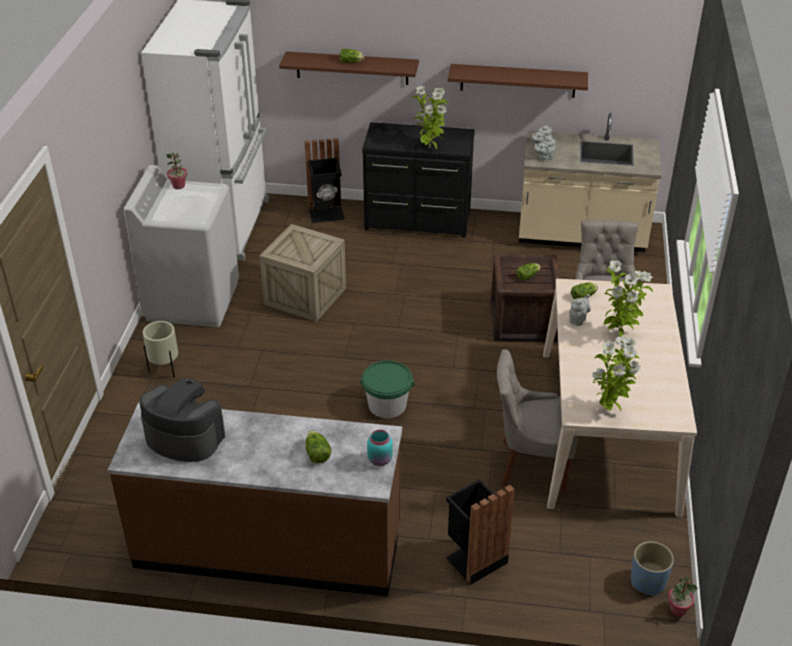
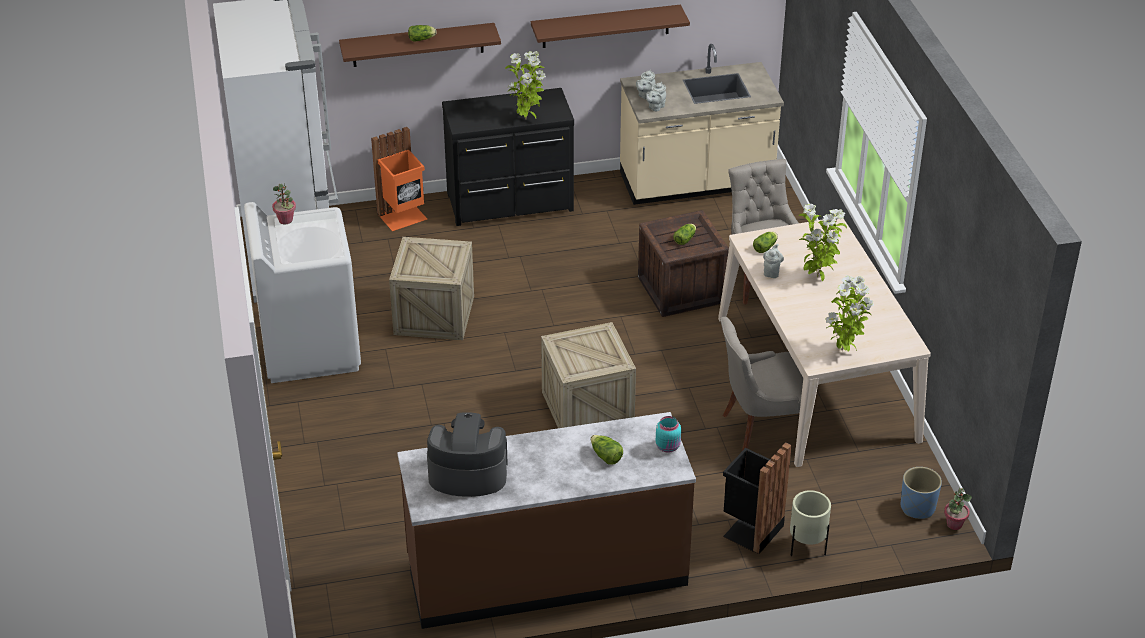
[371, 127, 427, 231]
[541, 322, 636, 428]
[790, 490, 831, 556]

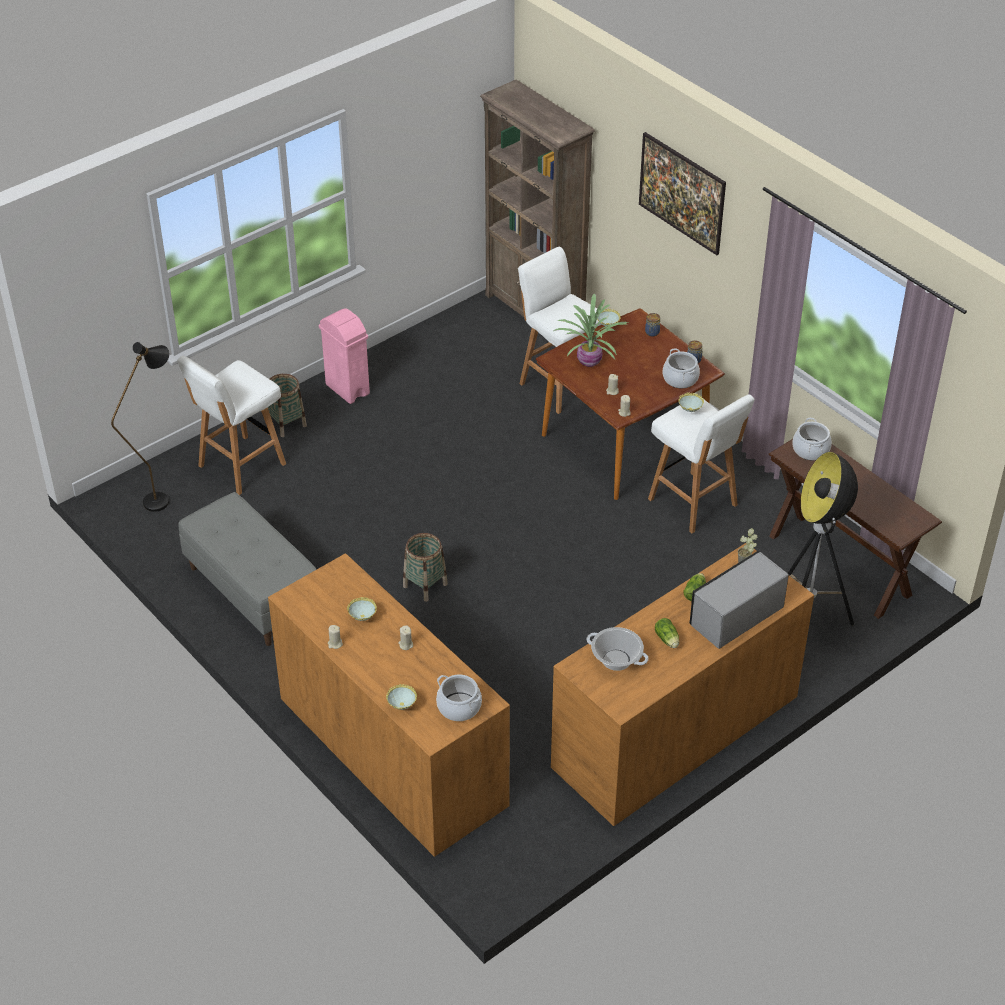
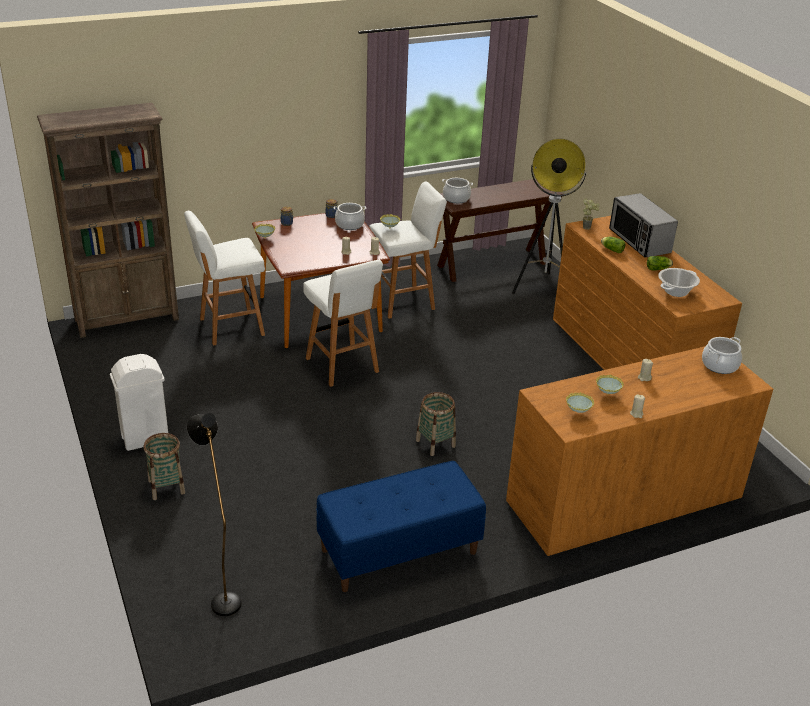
[110, 354, 168, 451]
[303, 260, 383, 387]
[316, 461, 486, 592]
[566, 392, 594, 413]
[554, 293, 628, 367] (first image)
[639, 132, 726, 255] (first image)

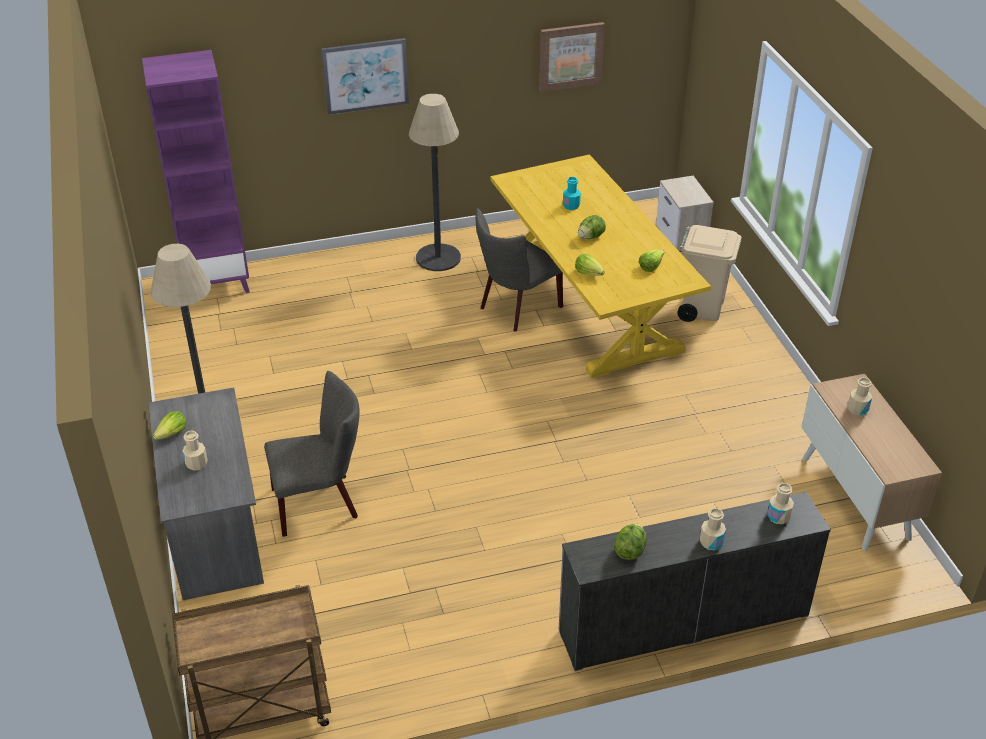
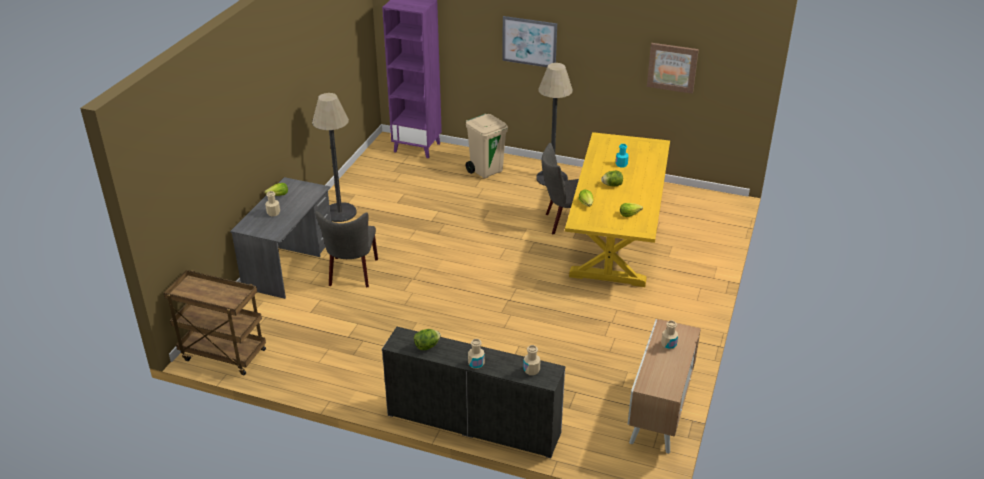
[315, 211, 378, 288]
[466, 114, 508, 178]
[656, 176, 714, 252] (first image)

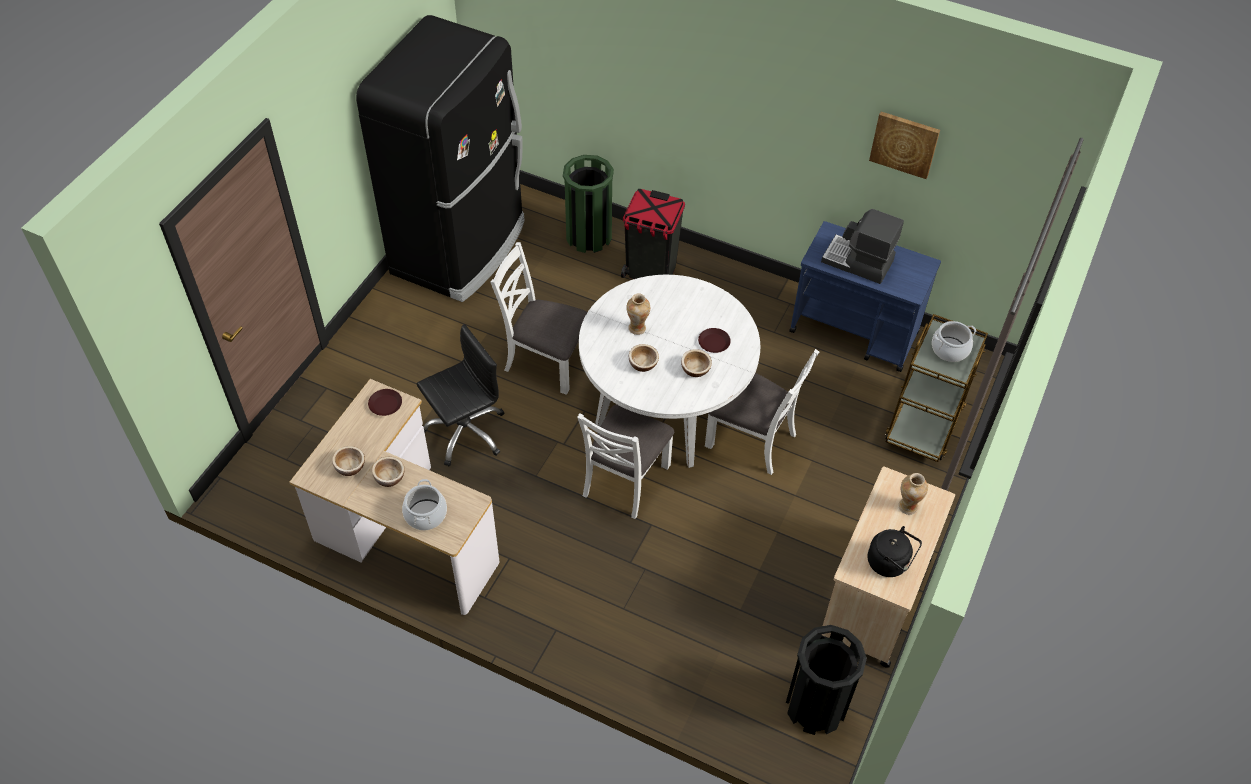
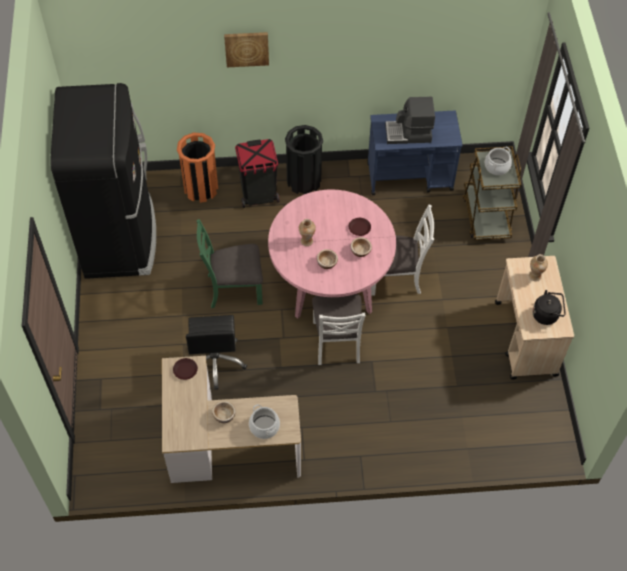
[177, 132, 218, 203]
[186, 315, 247, 390]
[197, 219, 263, 308]
[224, 32, 269, 67]
[268, 190, 396, 319]
[285, 125, 323, 194]
[332, 446, 365, 476] (first image)

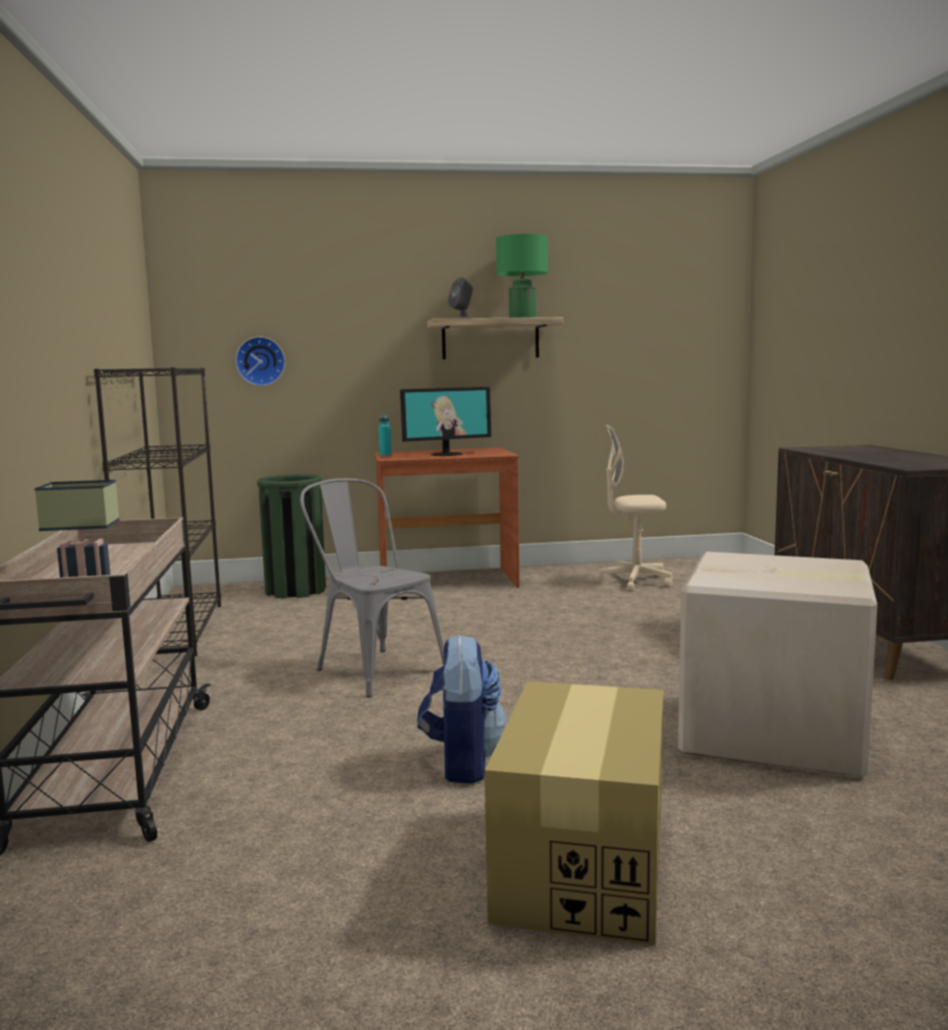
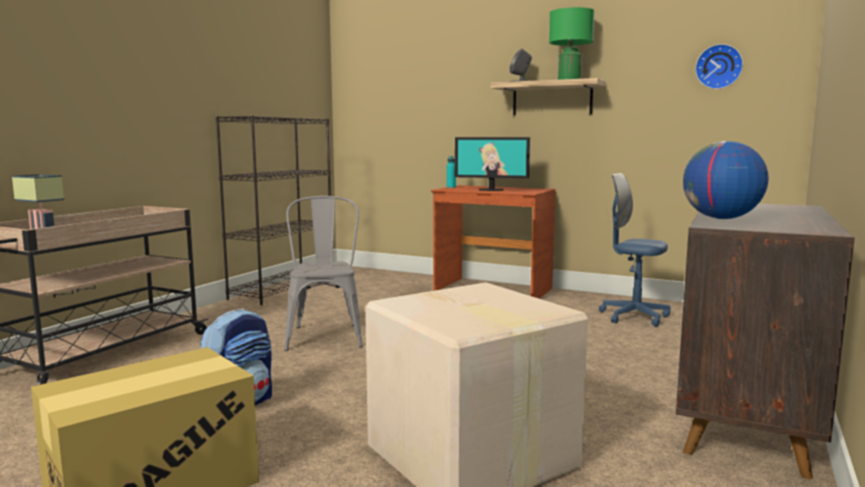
[599, 173, 671, 327]
[683, 141, 768, 219]
[695, 44, 743, 89]
[257, 474, 326, 599] (first image)

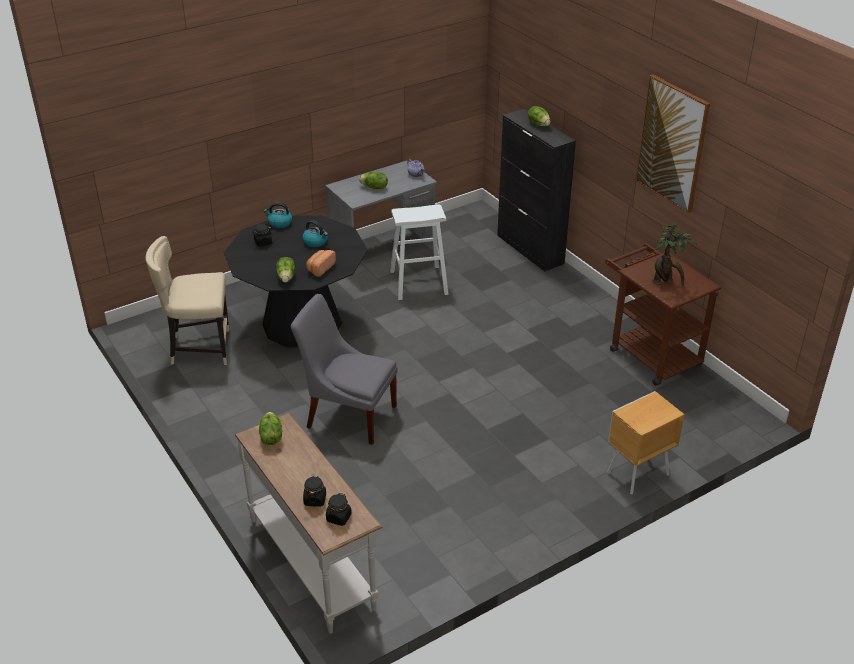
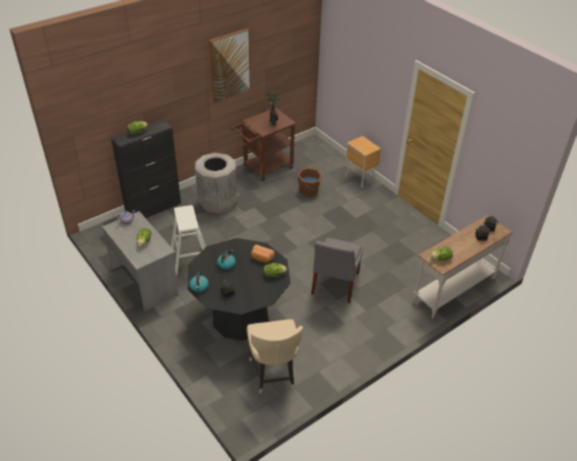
[195, 153, 237, 214]
[298, 167, 322, 197]

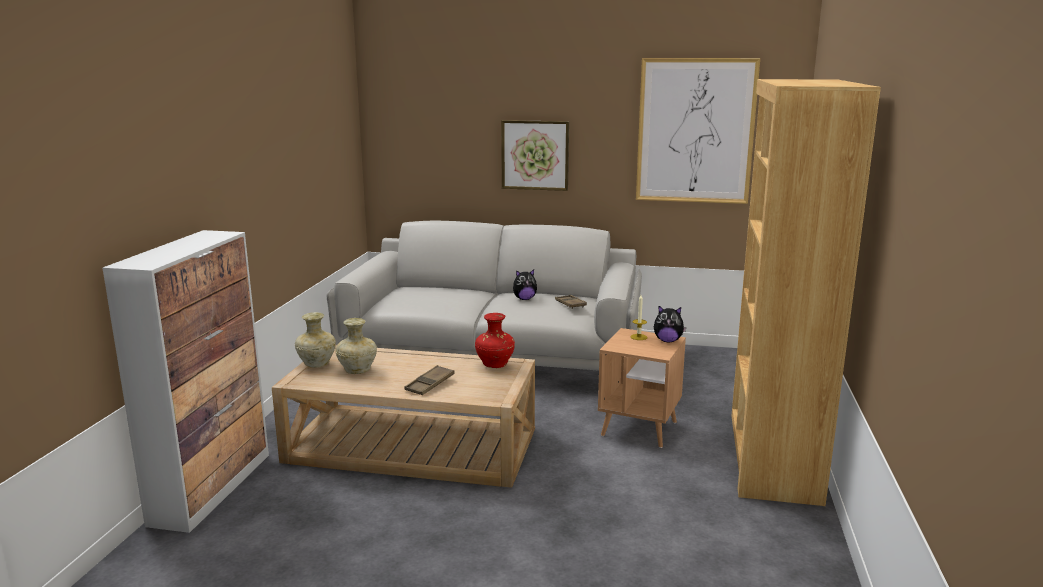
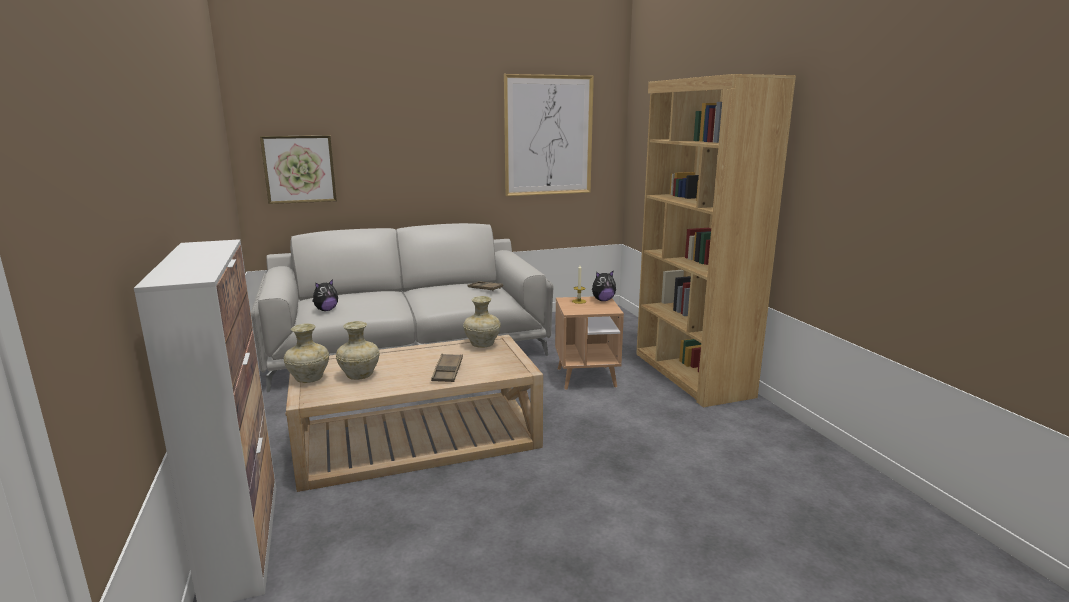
[260, 135, 337, 204]
[312, 279, 338, 311]
[463, 296, 501, 348]

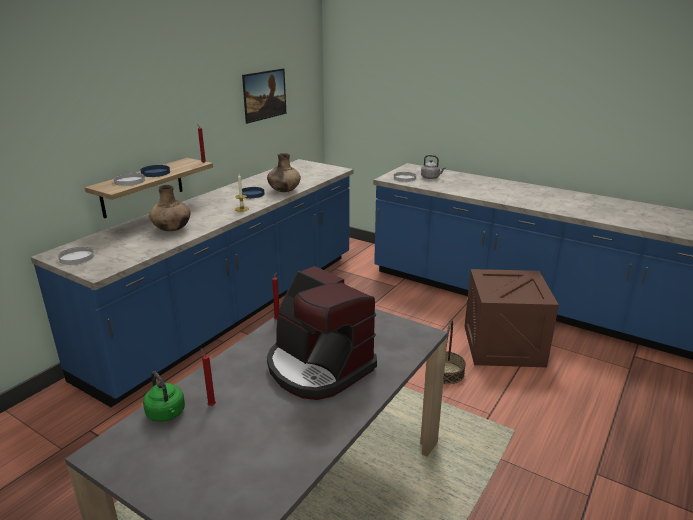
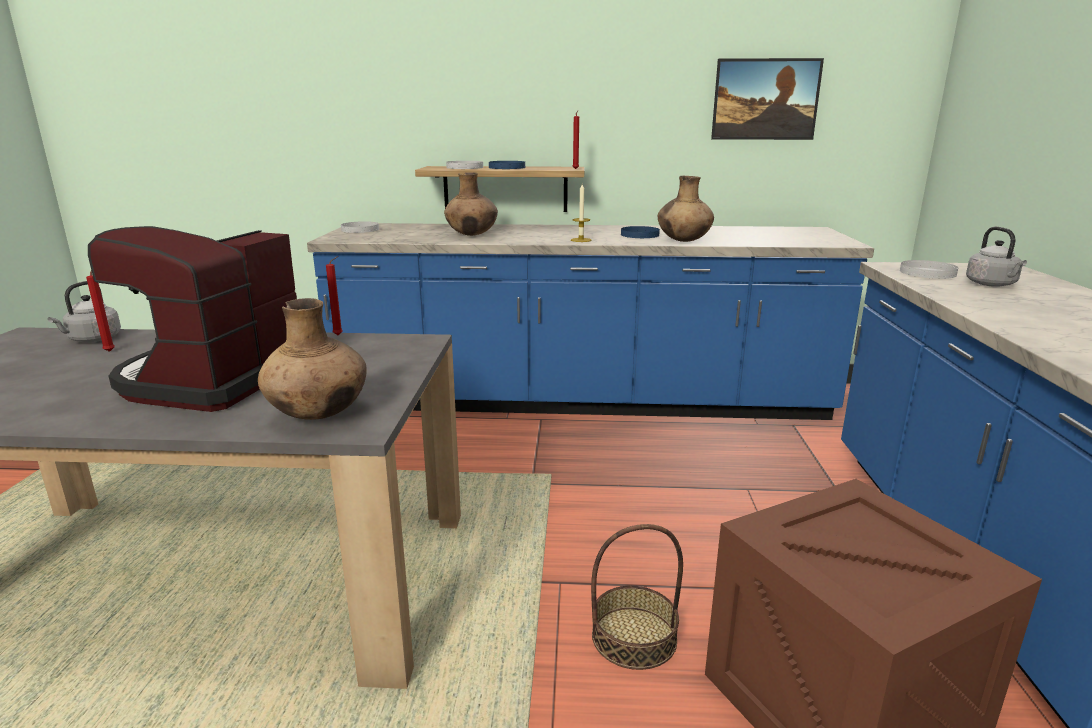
[48, 281, 121, 342]
[258, 298, 367, 420]

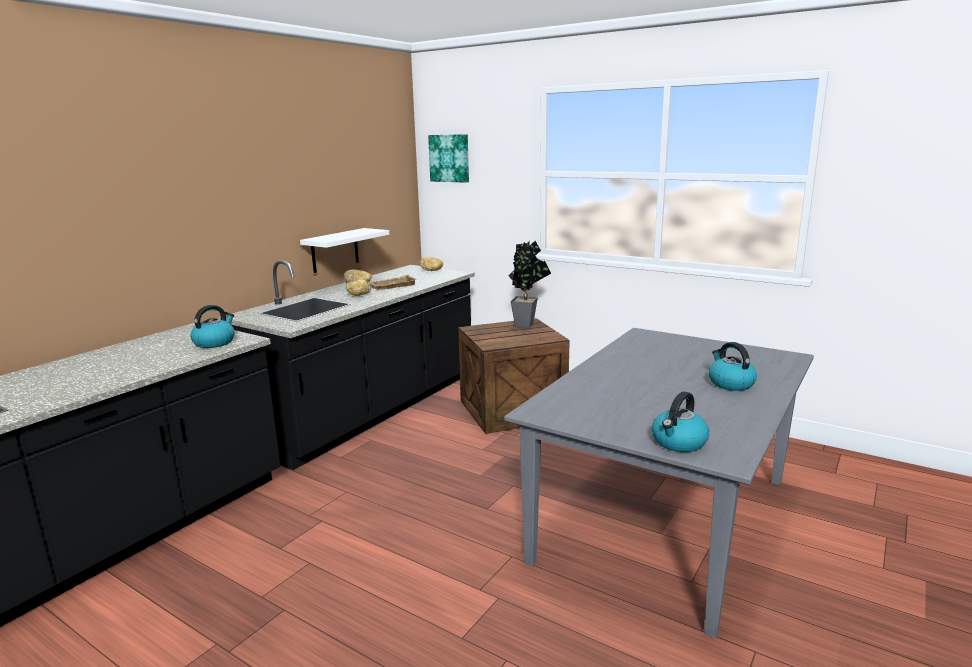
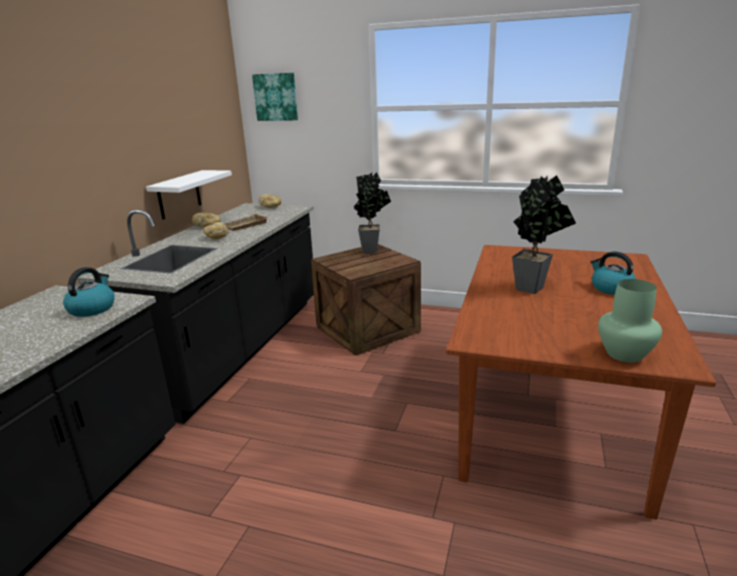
[446, 245, 716, 520]
[512, 175, 576, 294]
[598, 279, 662, 363]

